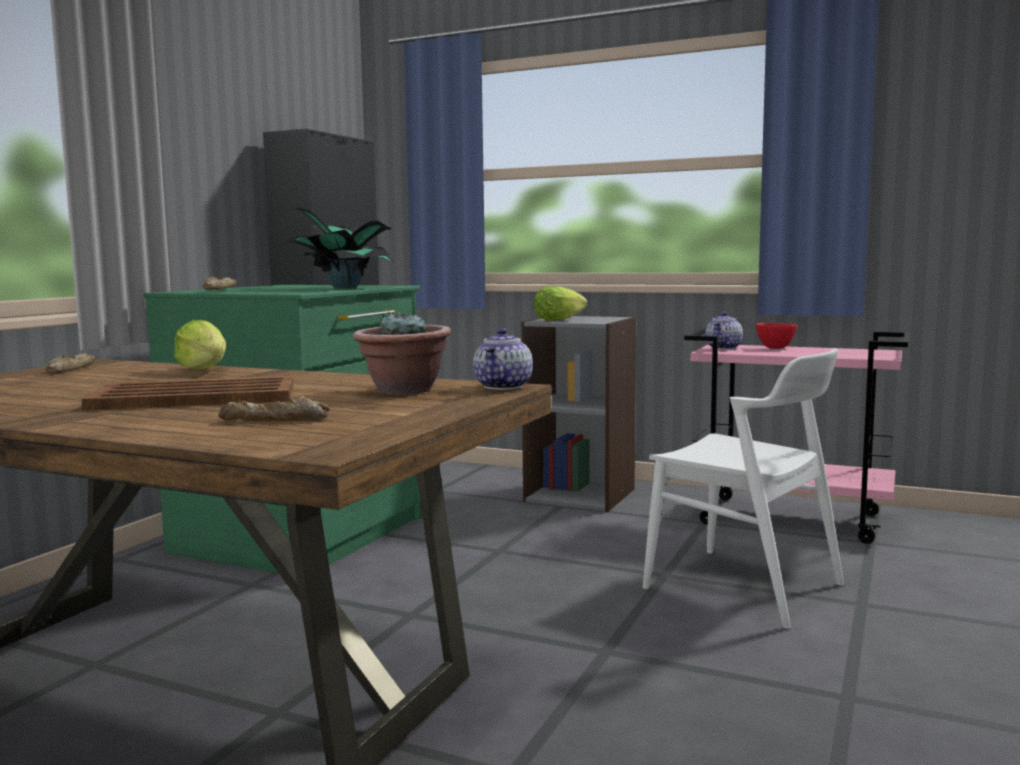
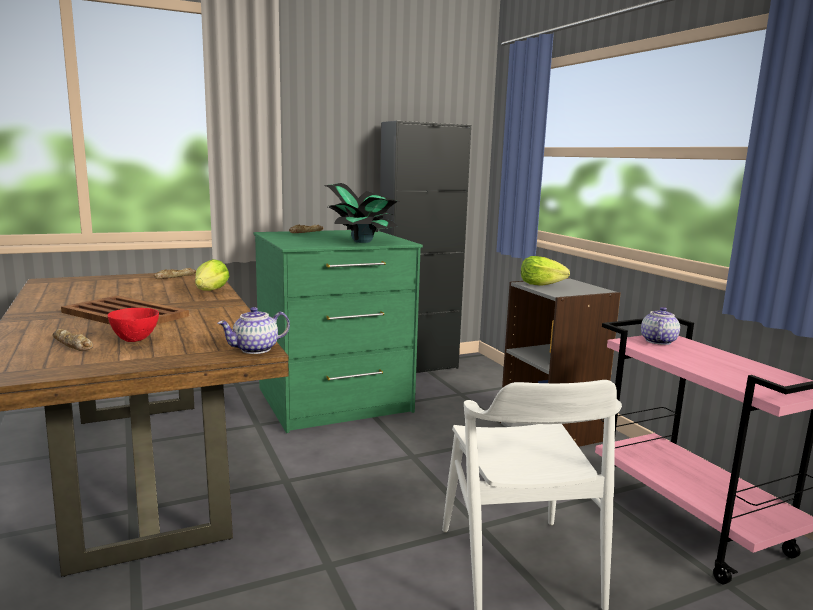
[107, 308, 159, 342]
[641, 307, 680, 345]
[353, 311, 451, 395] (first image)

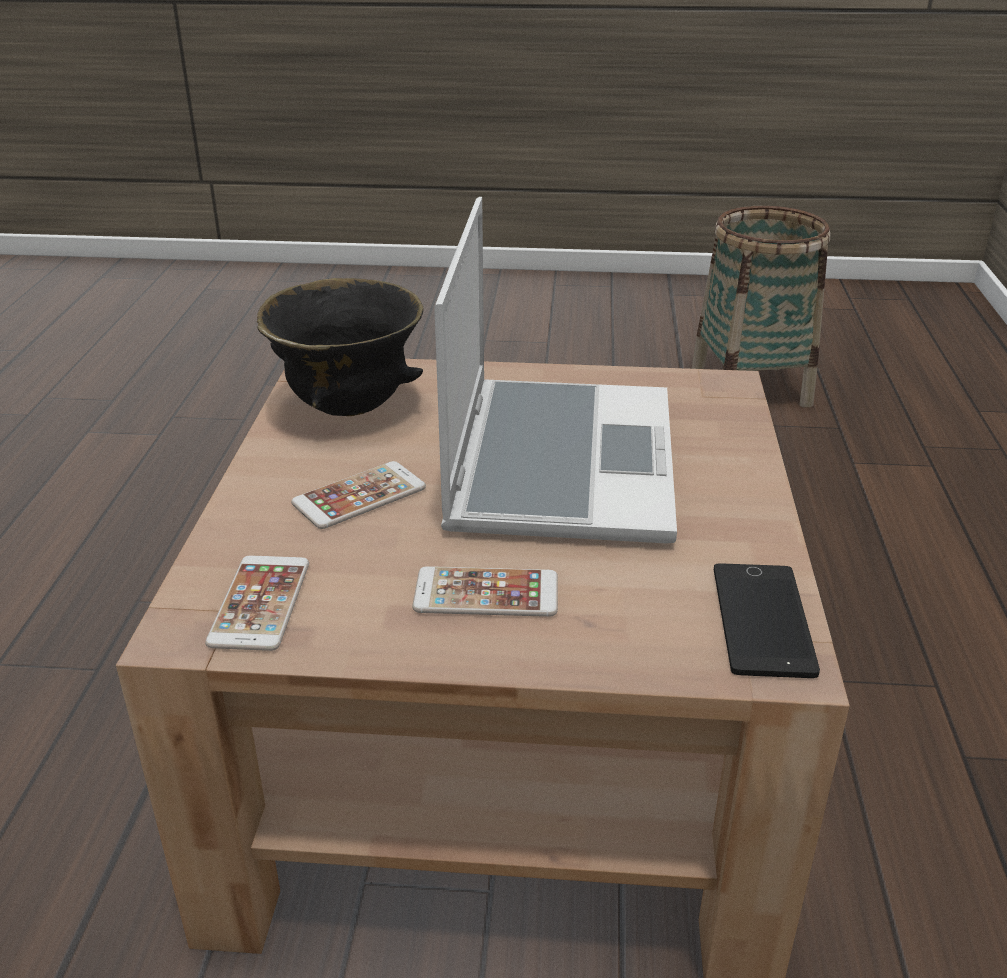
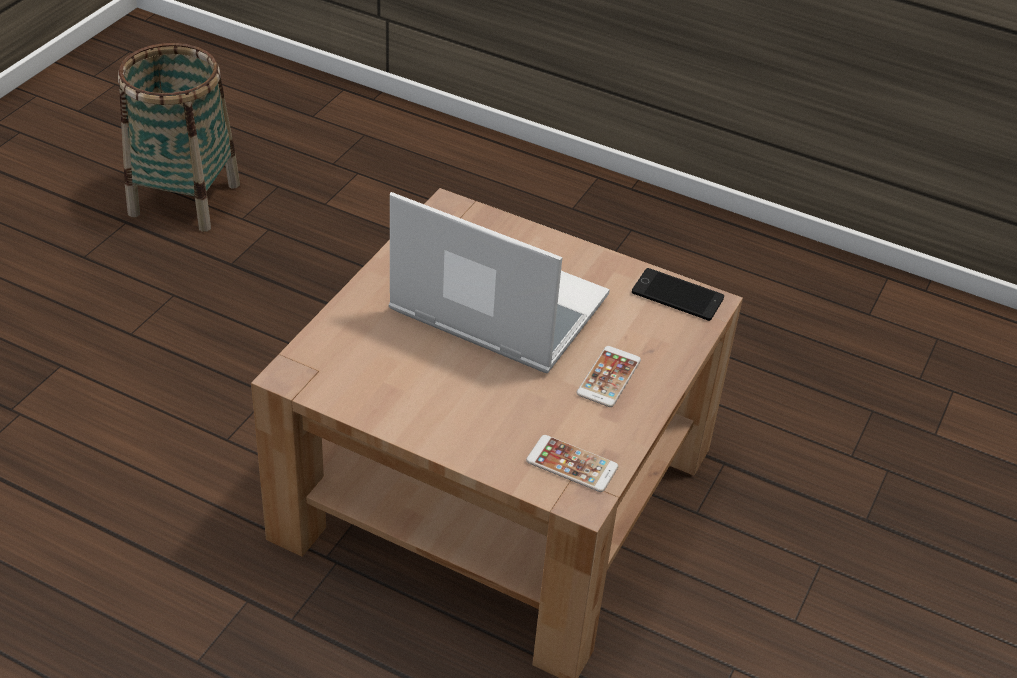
[257, 278, 424, 416] (first image)
[291, 461, 426, 529] (first image)

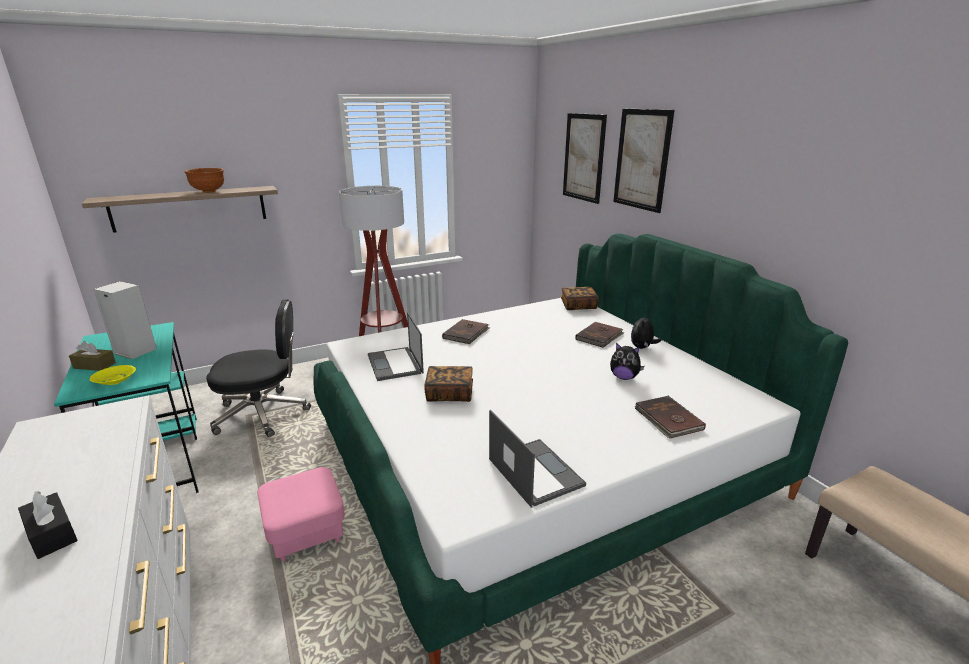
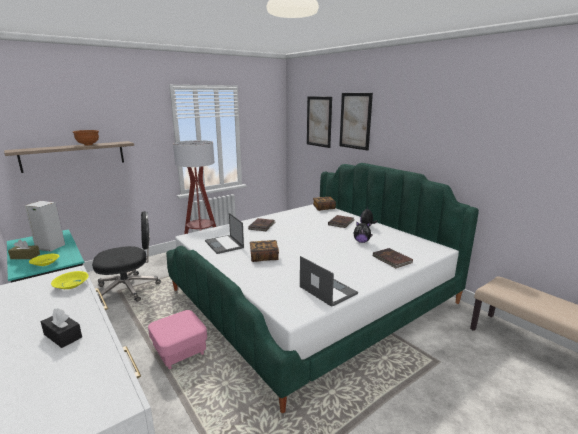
[51, 271, 89, 289]

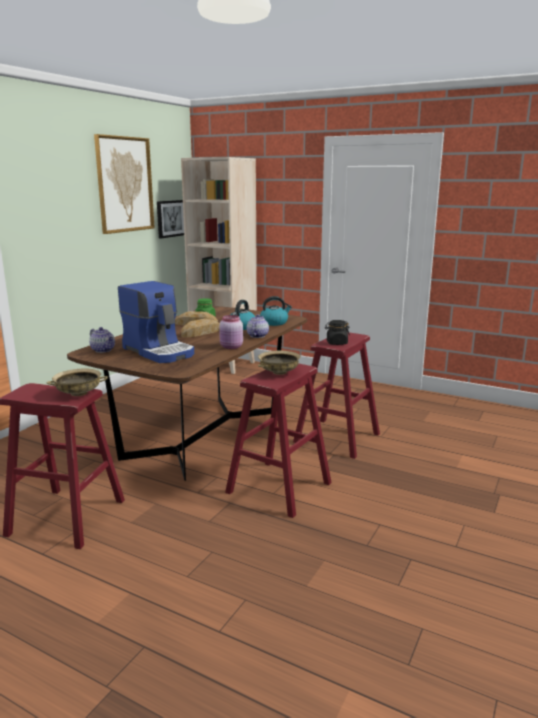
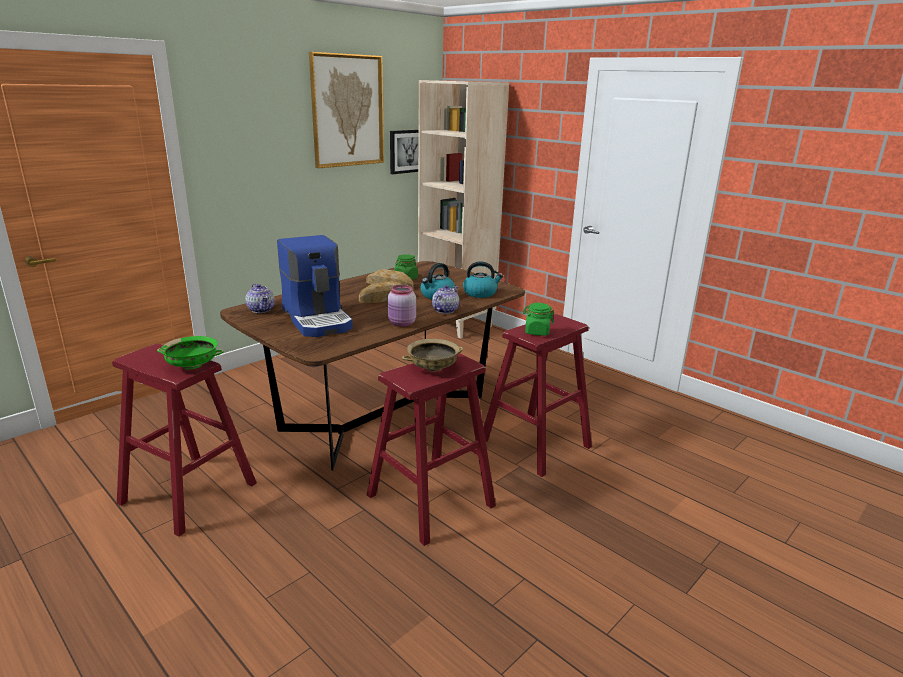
[157, 336, 224, 369]
[523, 303, 554, 336]

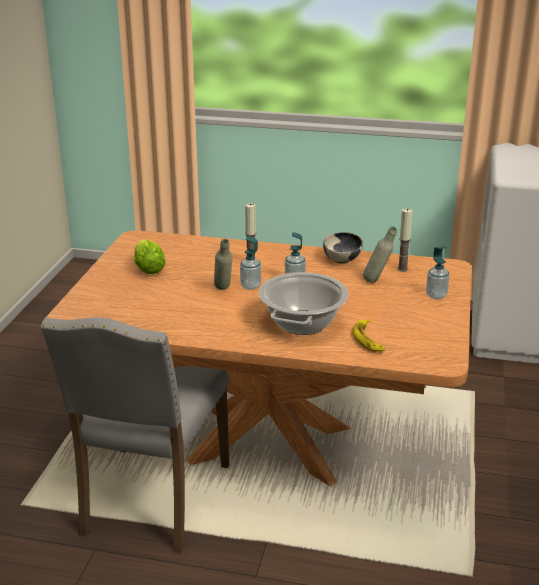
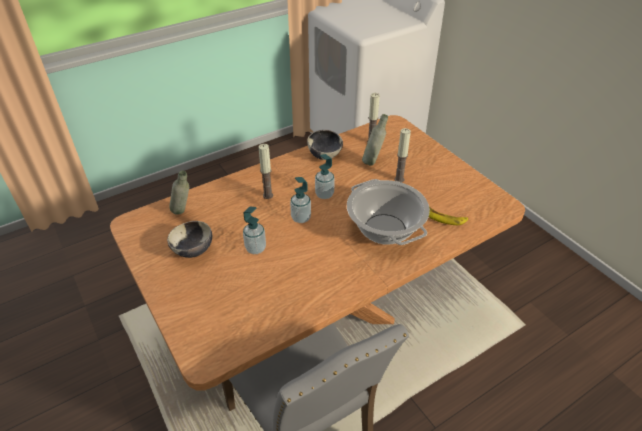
[167, 221, 212, 258]
[169, 171, 189, 215]
[243, 206, 266, 254]
[394, 128, 411, 183]

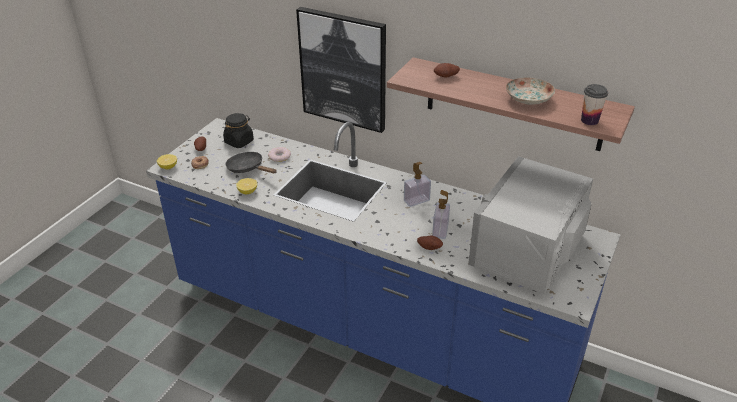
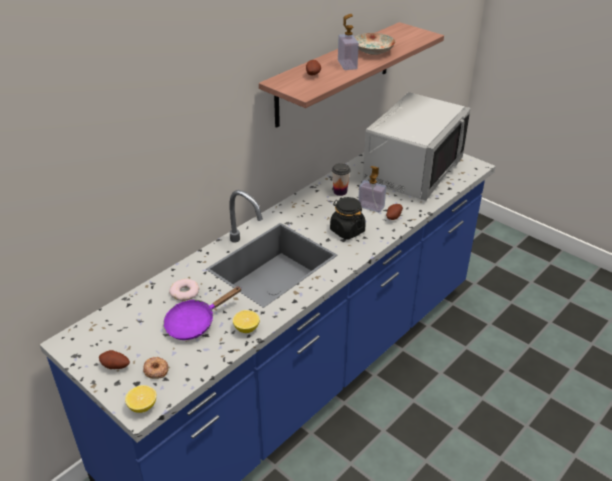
[163, 286, 242, 340]
[330, 197, 366, 240]
[332, 163, 350, 196]
[338, 14, 359, 70]
[363, 92, 471, 201]
[296, 7, 386, 133] (first image)

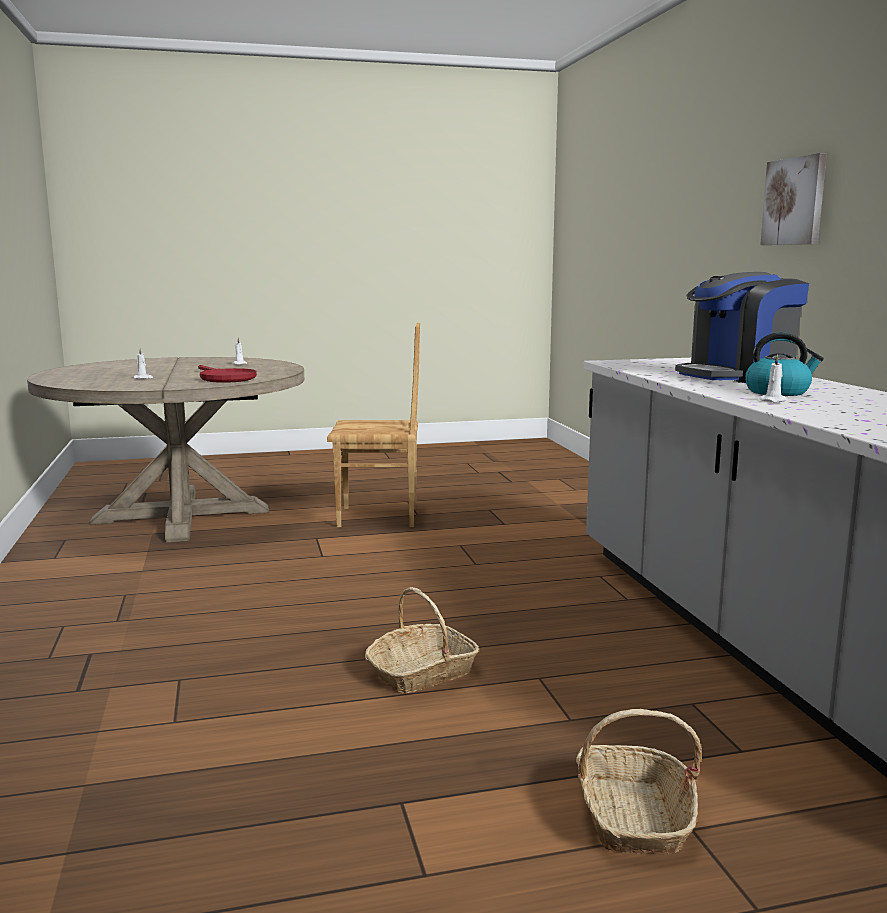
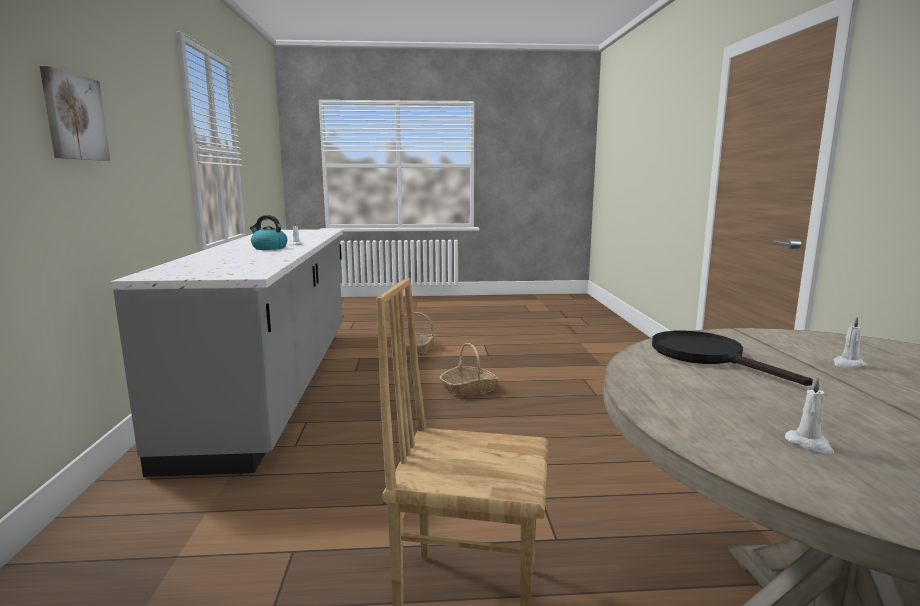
[652, 331, 813, 386]
[675, 272, 809, 383] (first image)

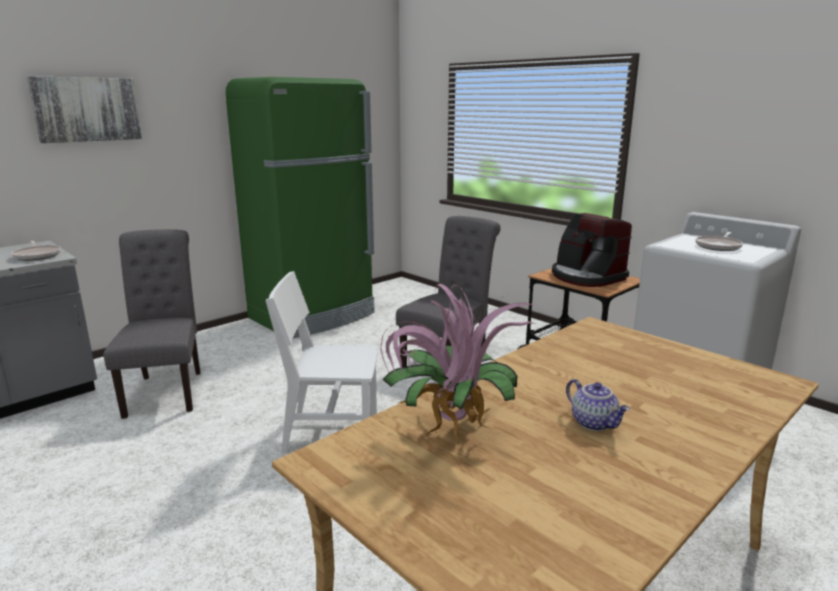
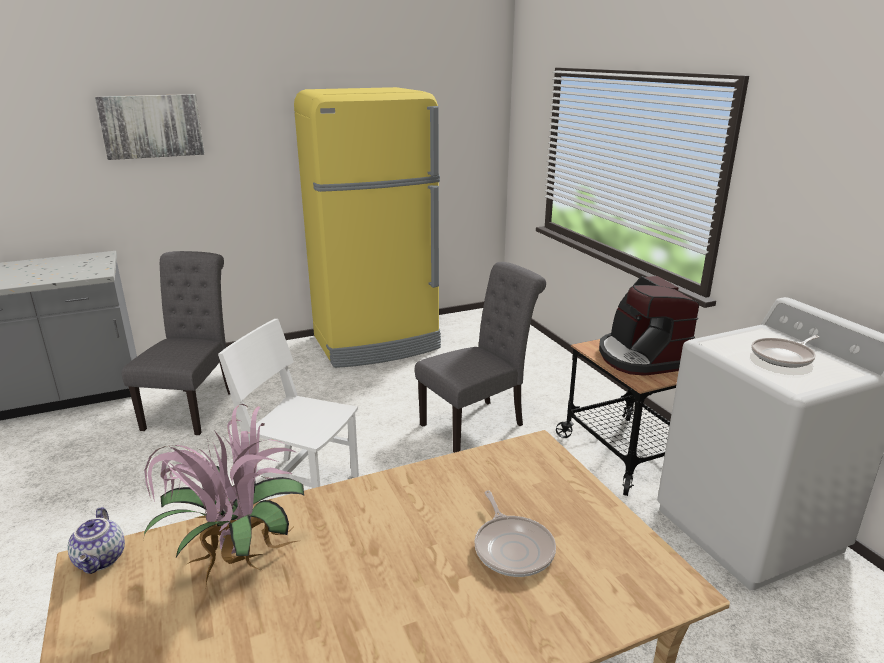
[67, 507, 125, 574]
[294, 87, 441, 368]
[475, 490, 556, 577]

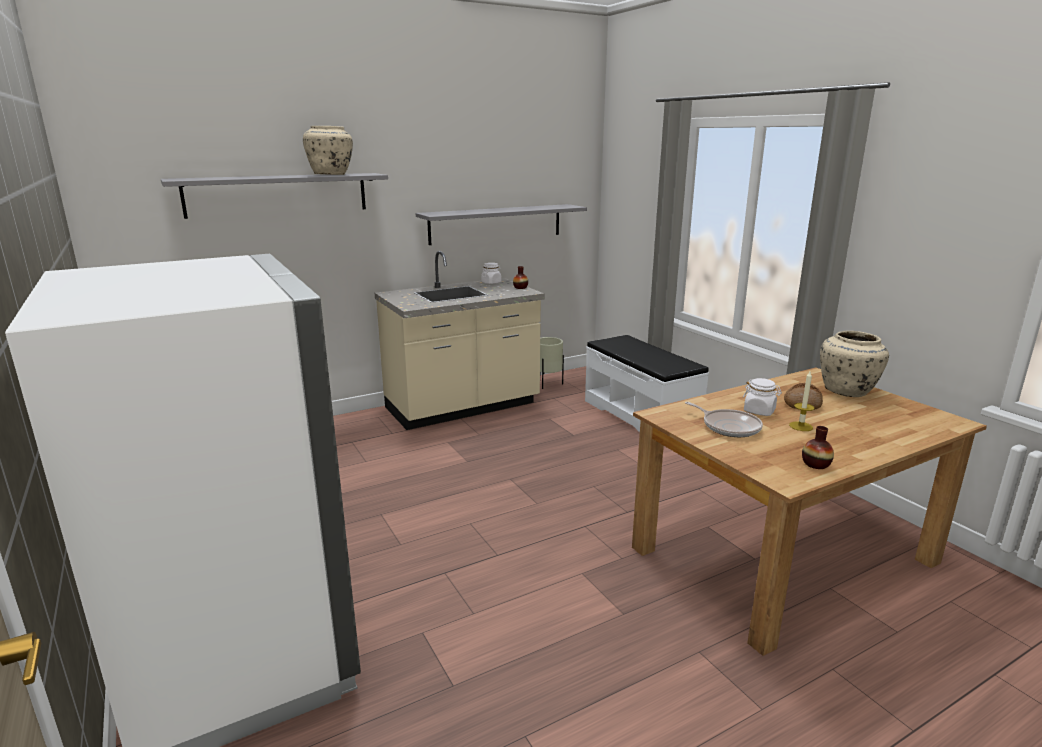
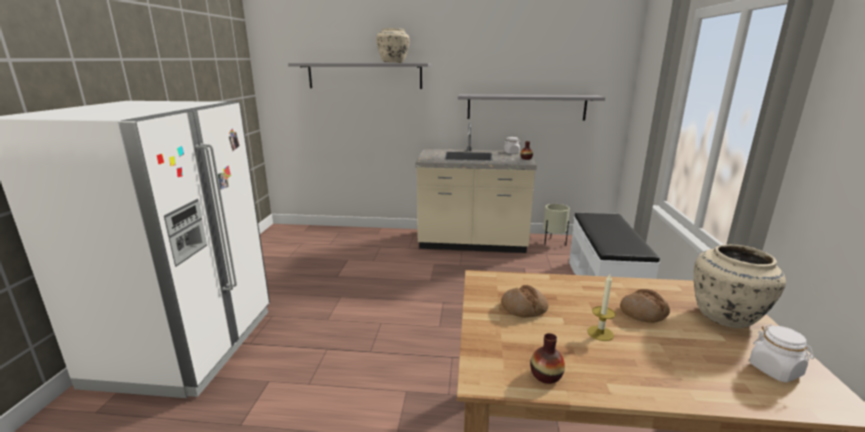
[501, 285, 548, 318]
[749, 324, 814, 382]

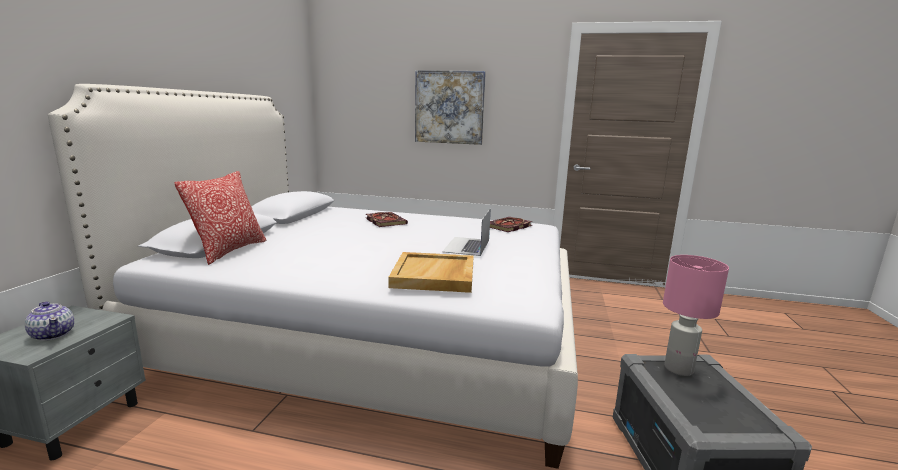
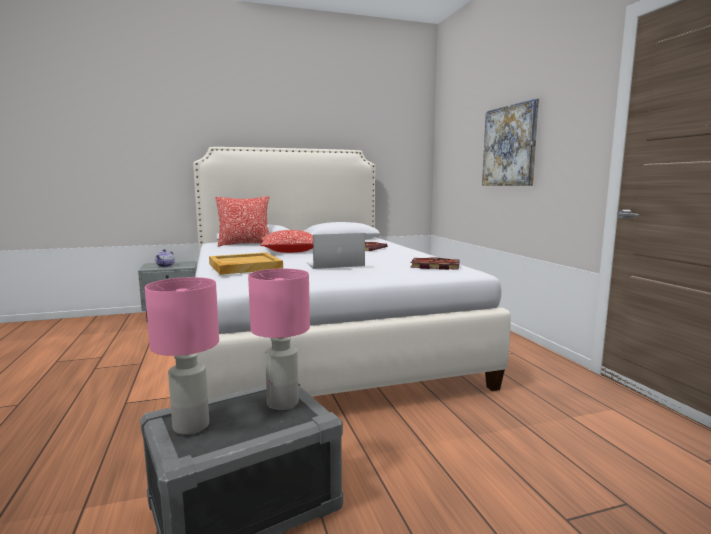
[145, 277, 219, 435]
[260, 230, 313, 253]

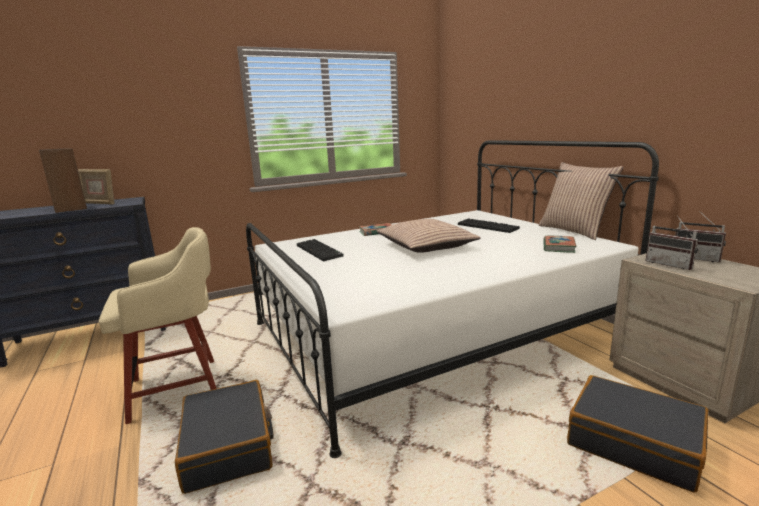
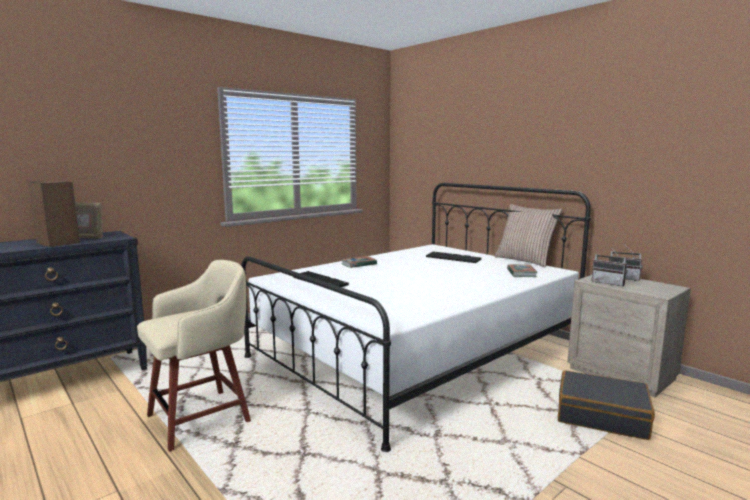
[175, 380, 274, 494] (first image)
[376, 219, 481, 253] (first image)

